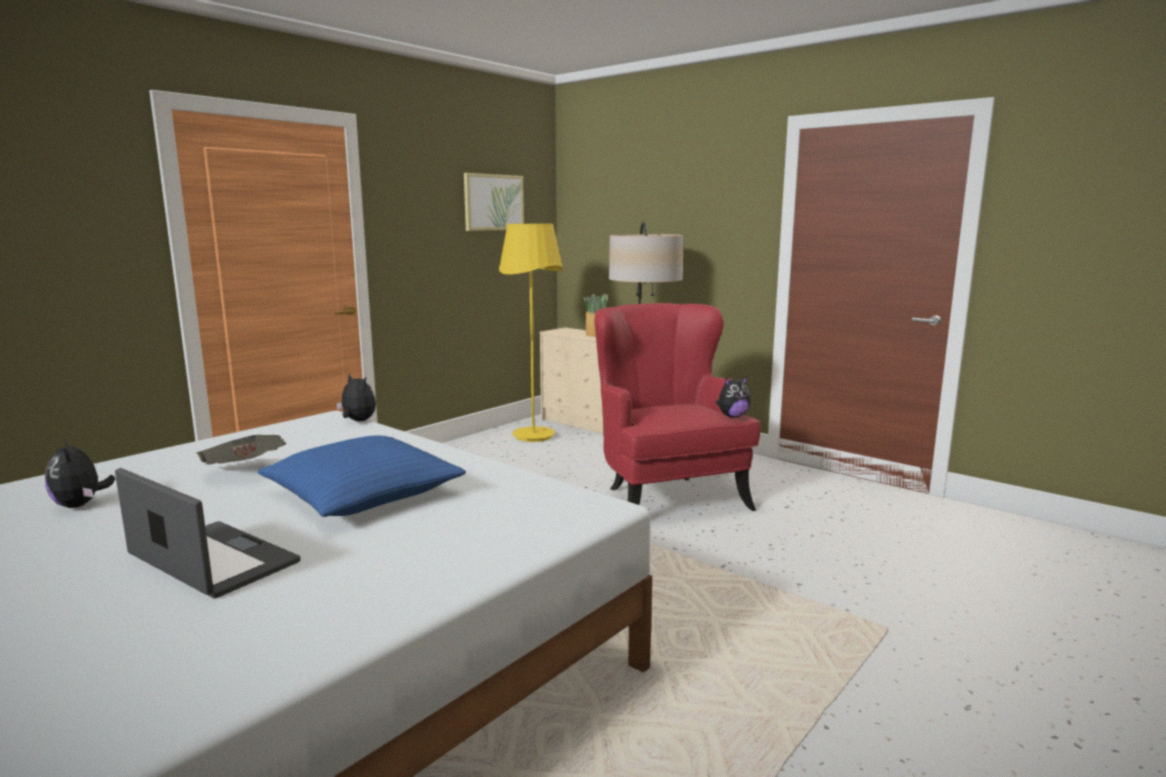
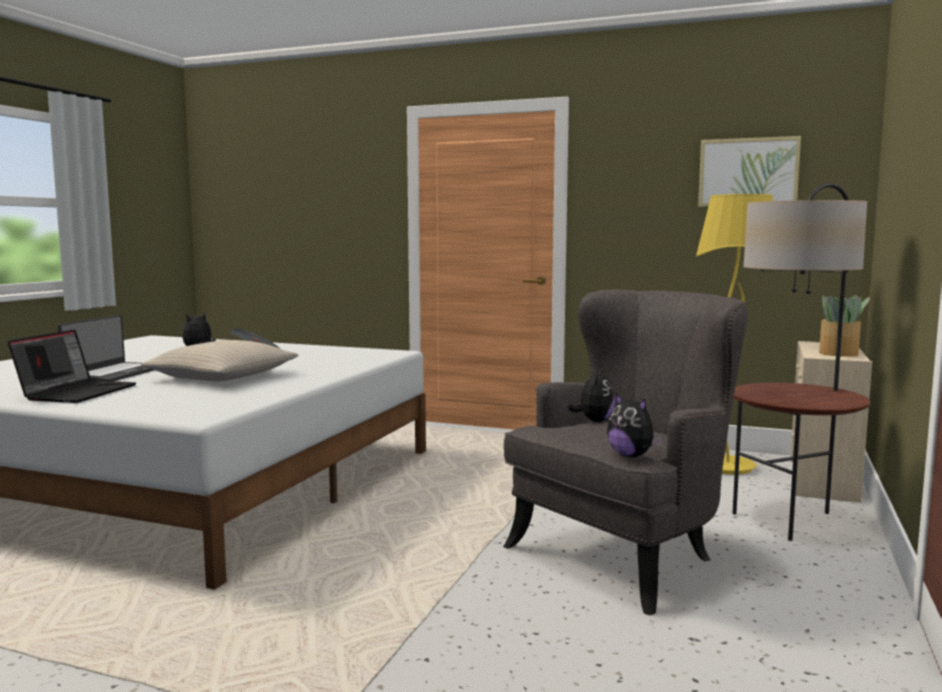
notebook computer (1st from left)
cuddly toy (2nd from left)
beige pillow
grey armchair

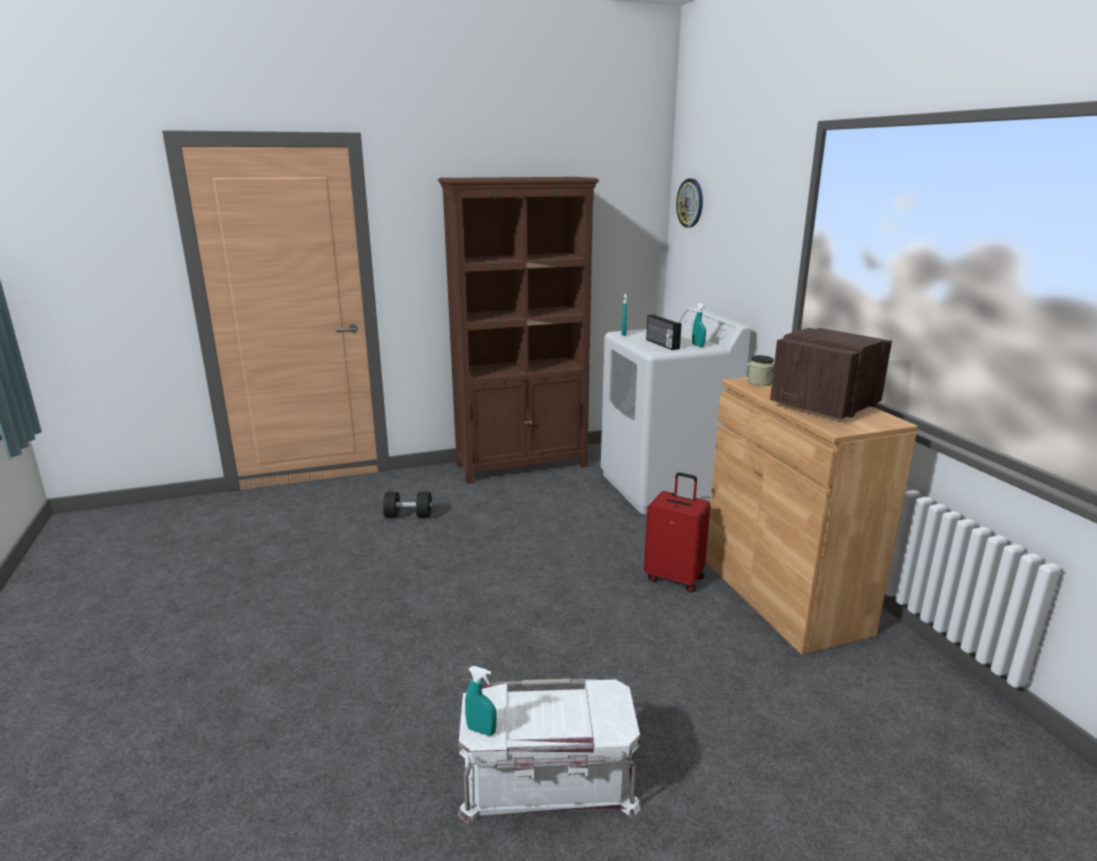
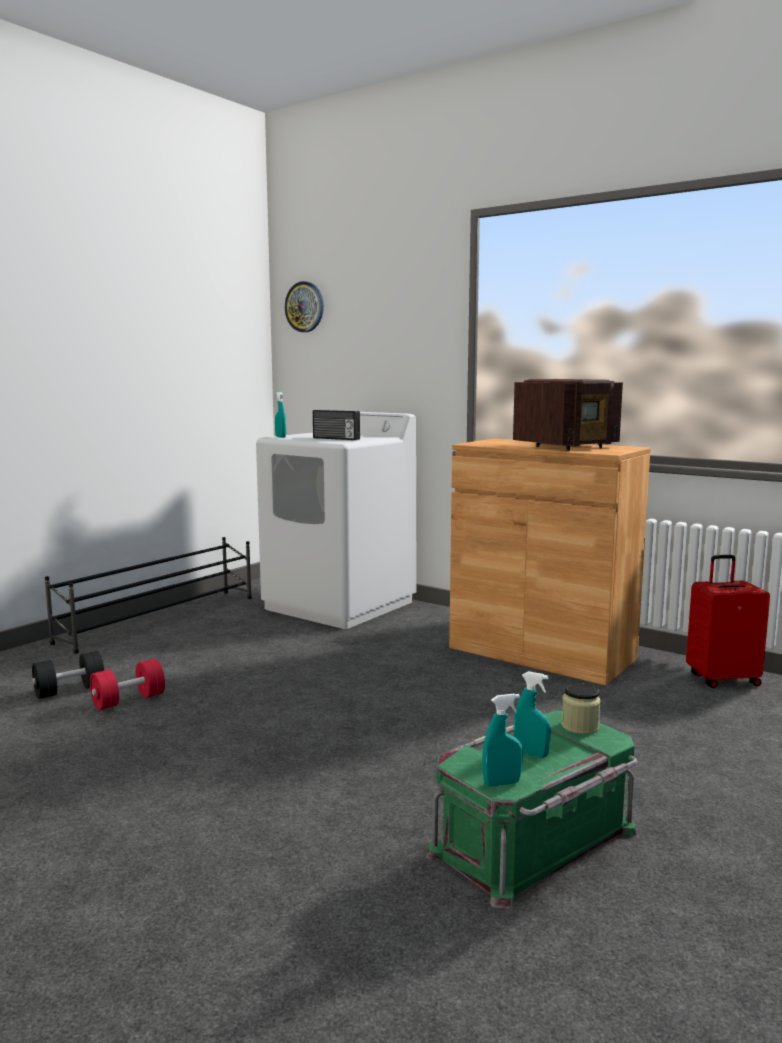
reddish free weight
reddish suitcase
blue-green spray bottle (3rd from left)
jar
blackish shoe rack
green storage box
radio receiver (2nd from left)

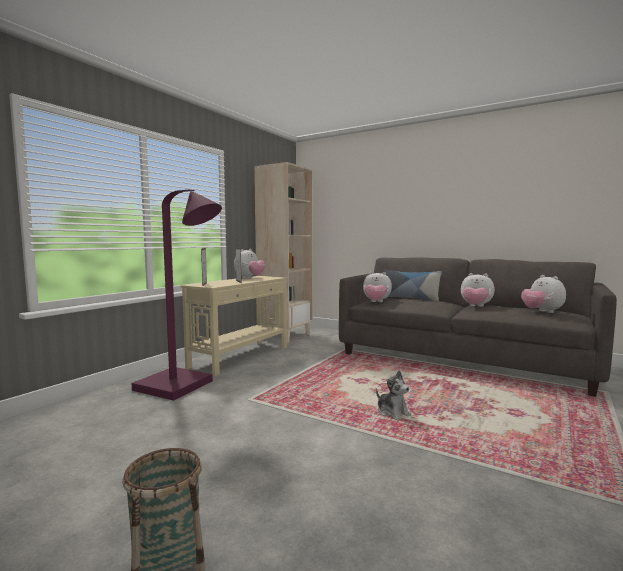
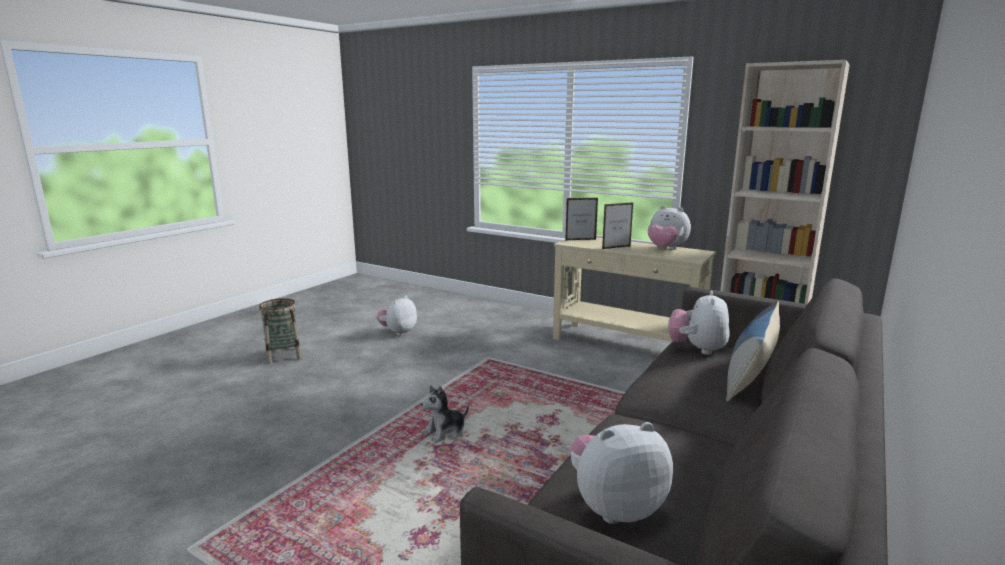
purple standing lamp
cuddly toy (1st from left)

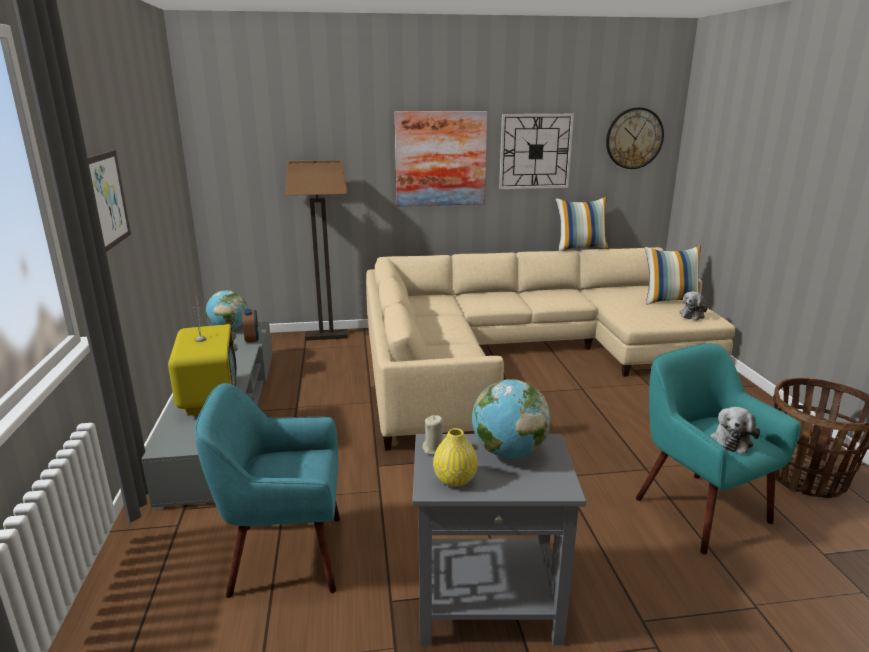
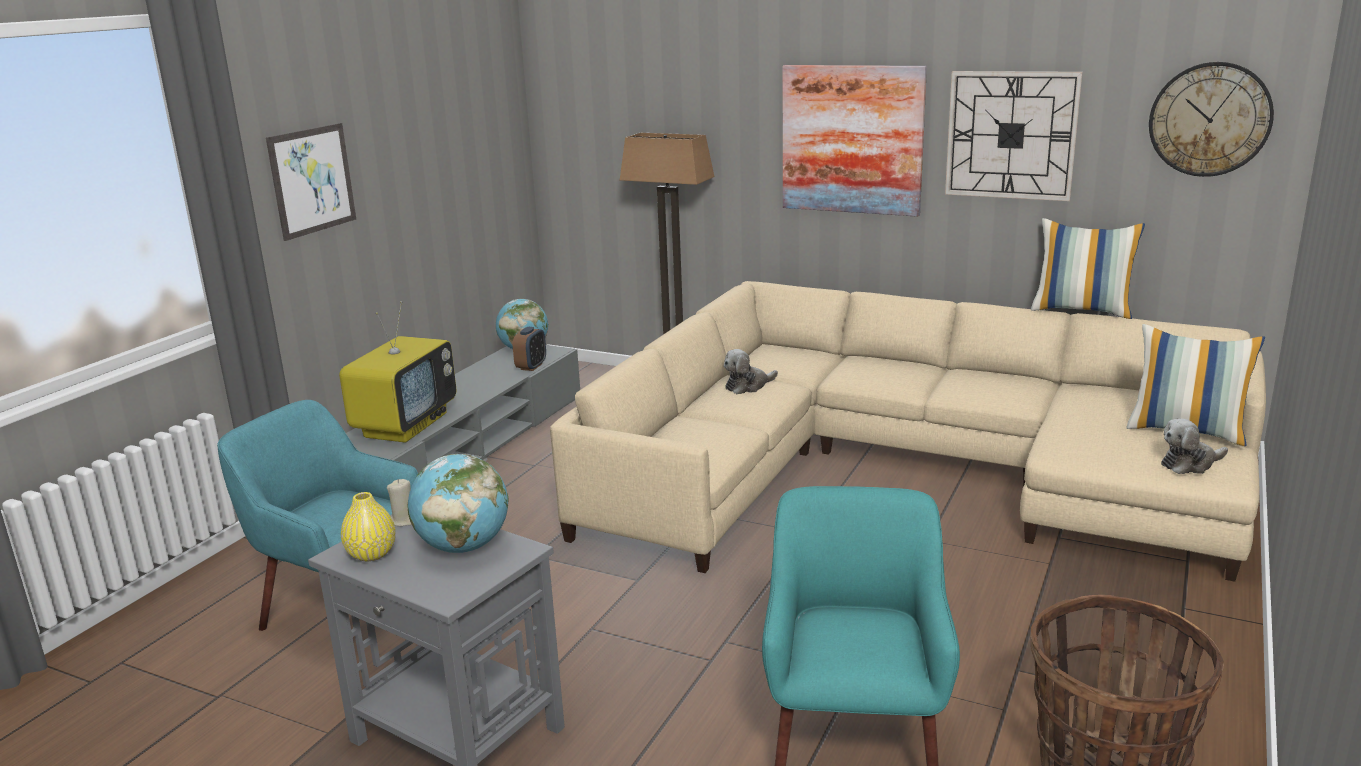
cuddly toy (1st from left)

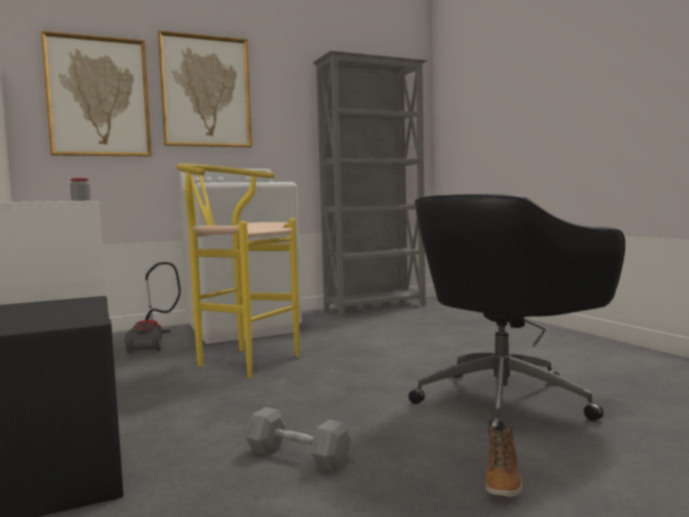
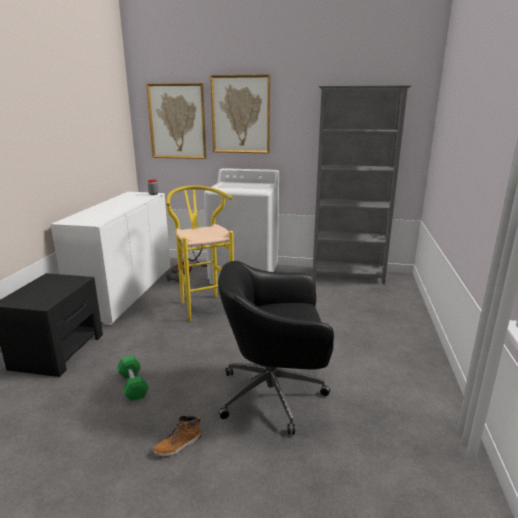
green free weight

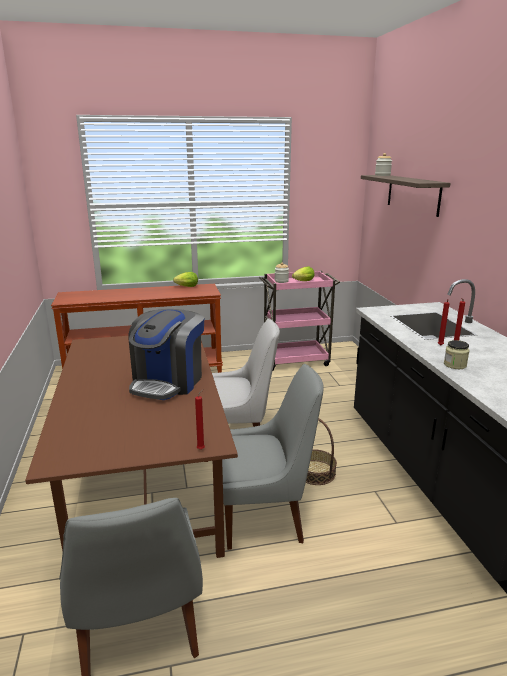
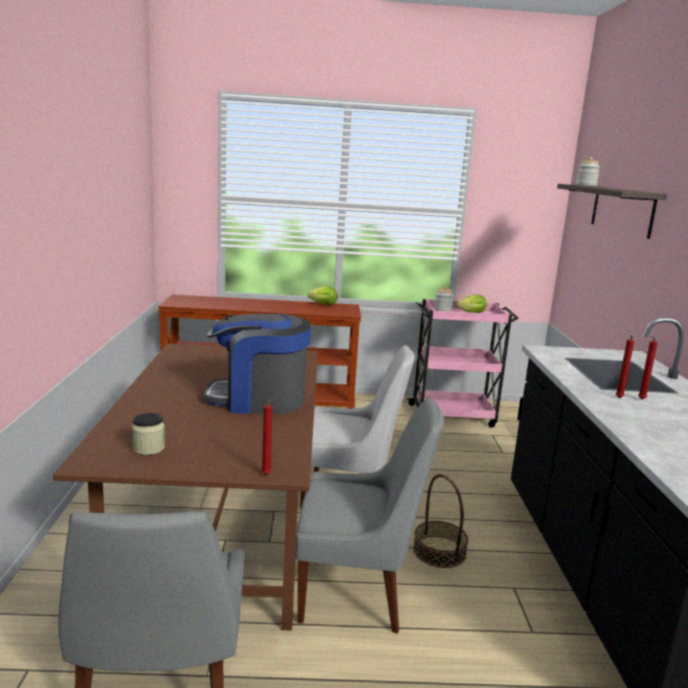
jar (1st from left)
coffee maker

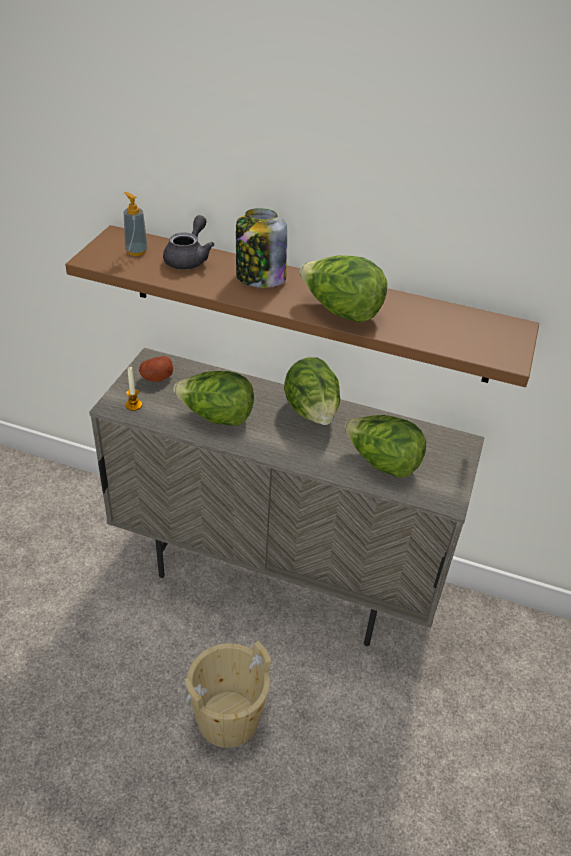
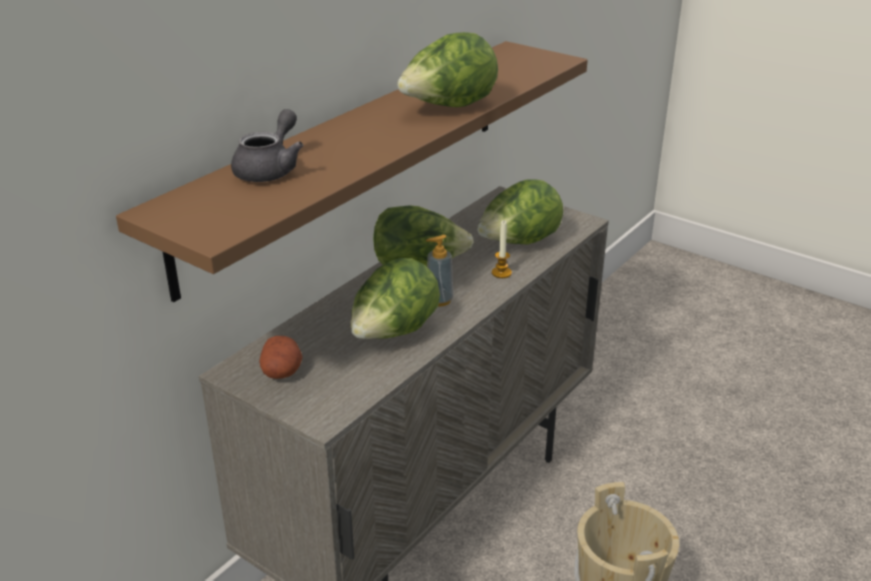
jar
liquid soap bottle
wax candle
grey tea pot

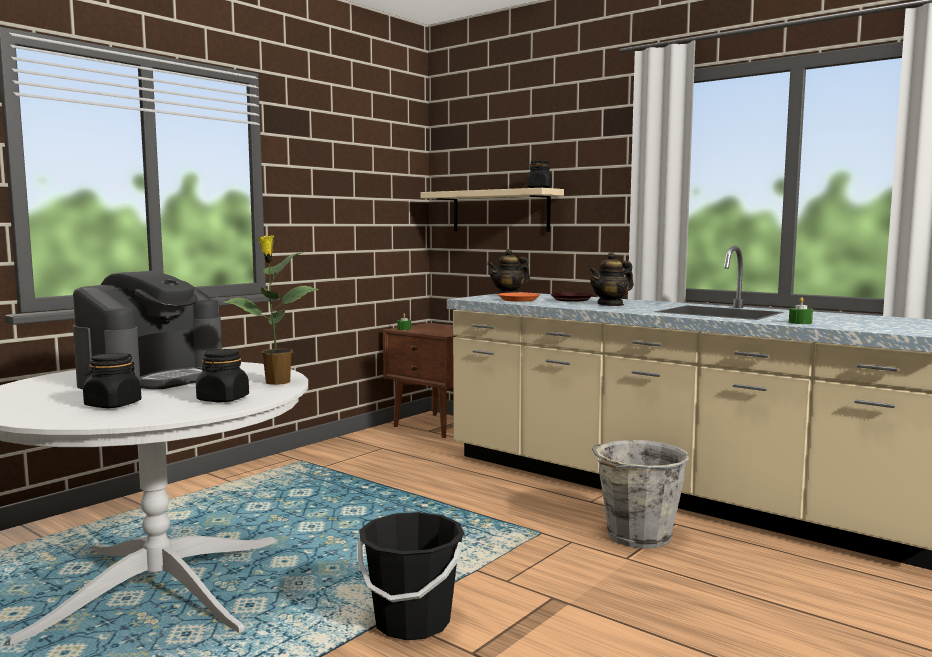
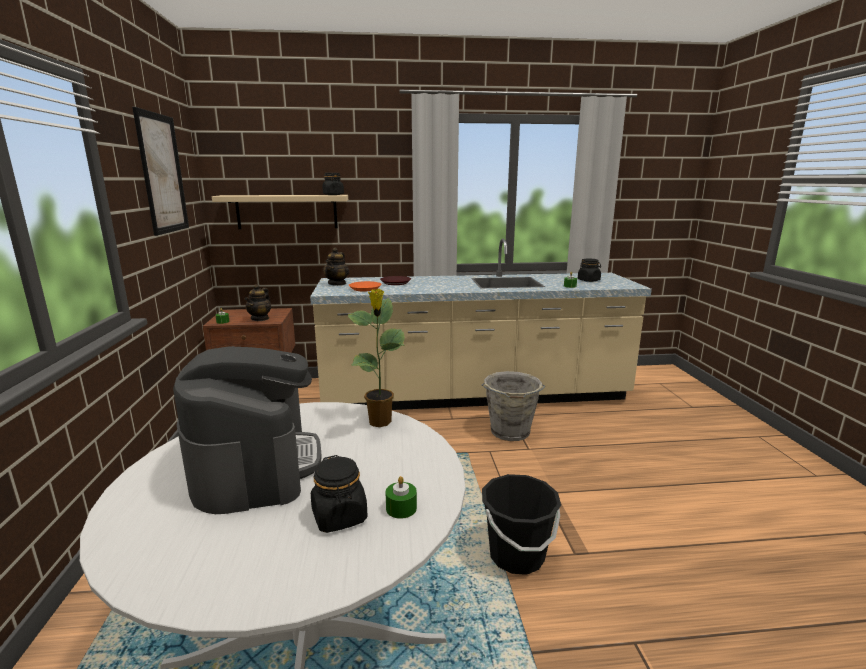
picture
green wax candle (2nd from left)
blackish jar (3rd from left)
tea pot (1st from left)

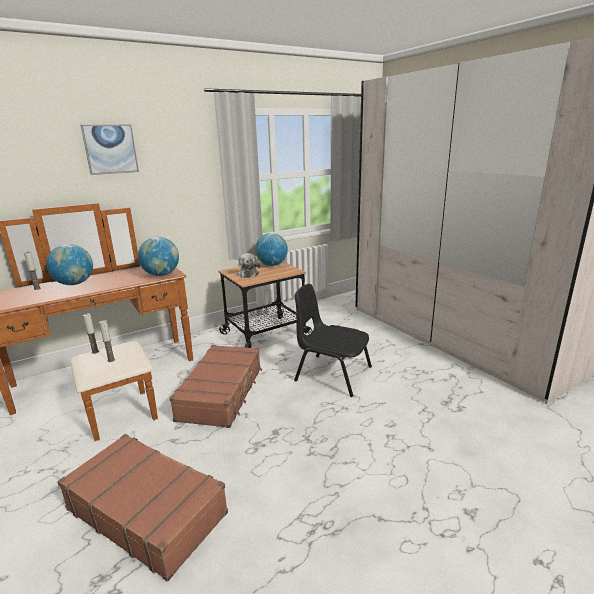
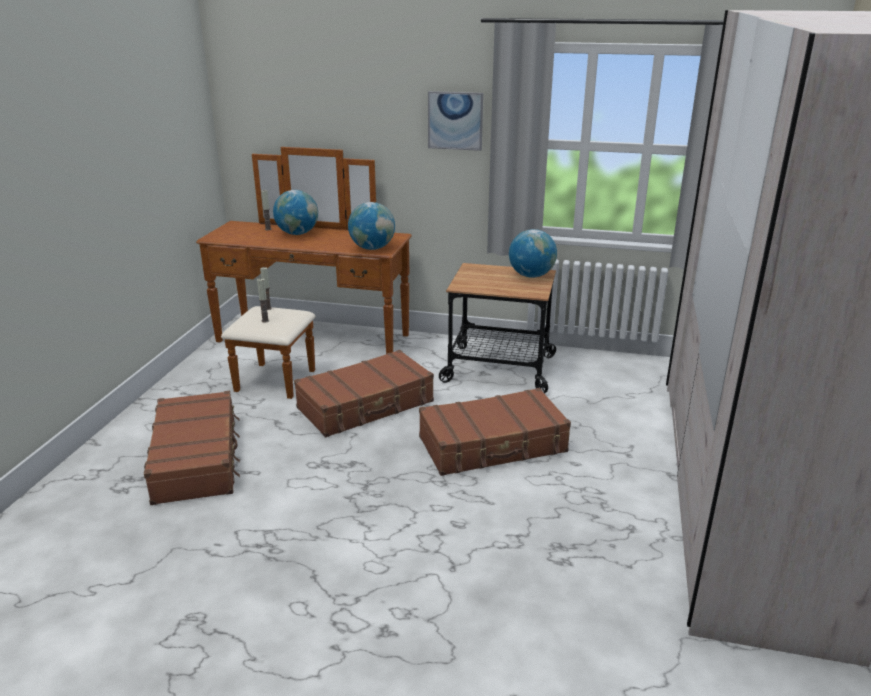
cuddly toy
picture
brownish suitcase (3rd from left)

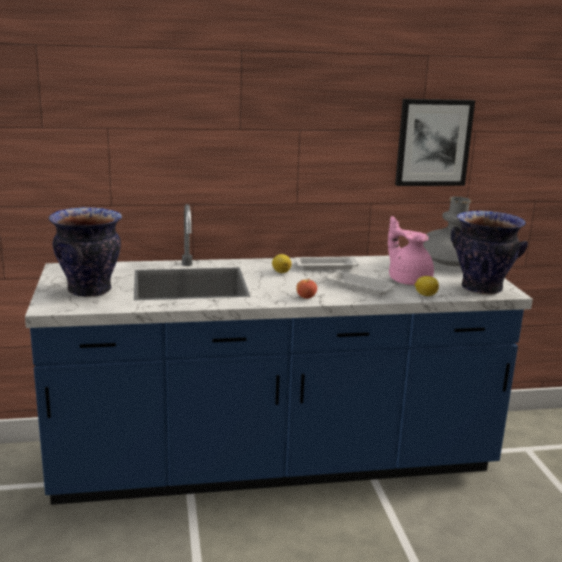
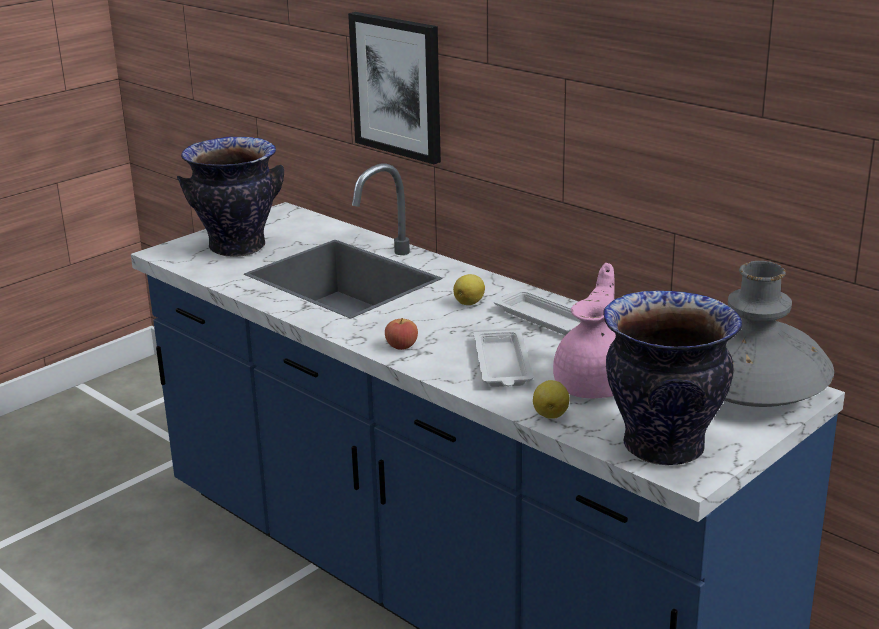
picture

